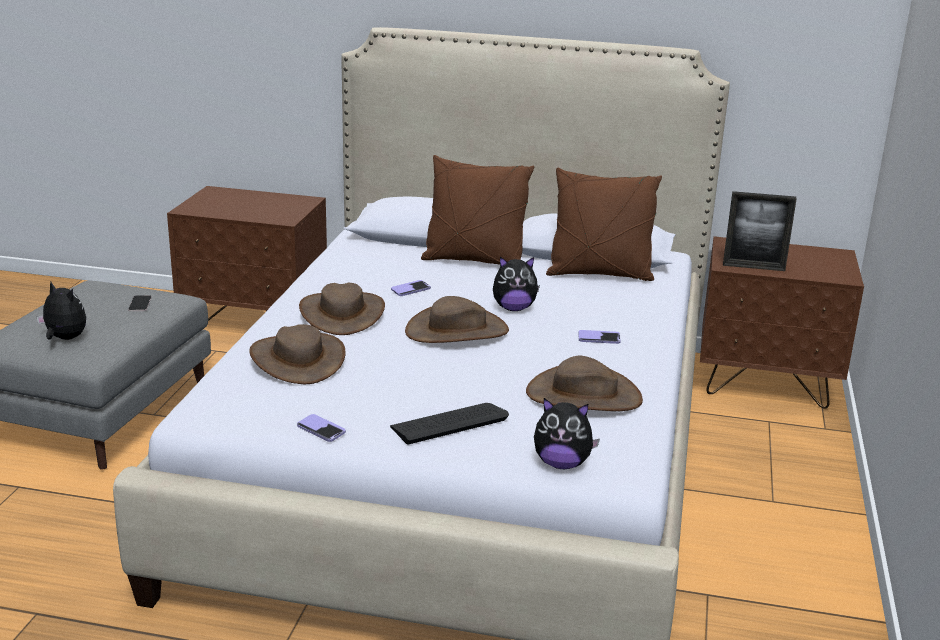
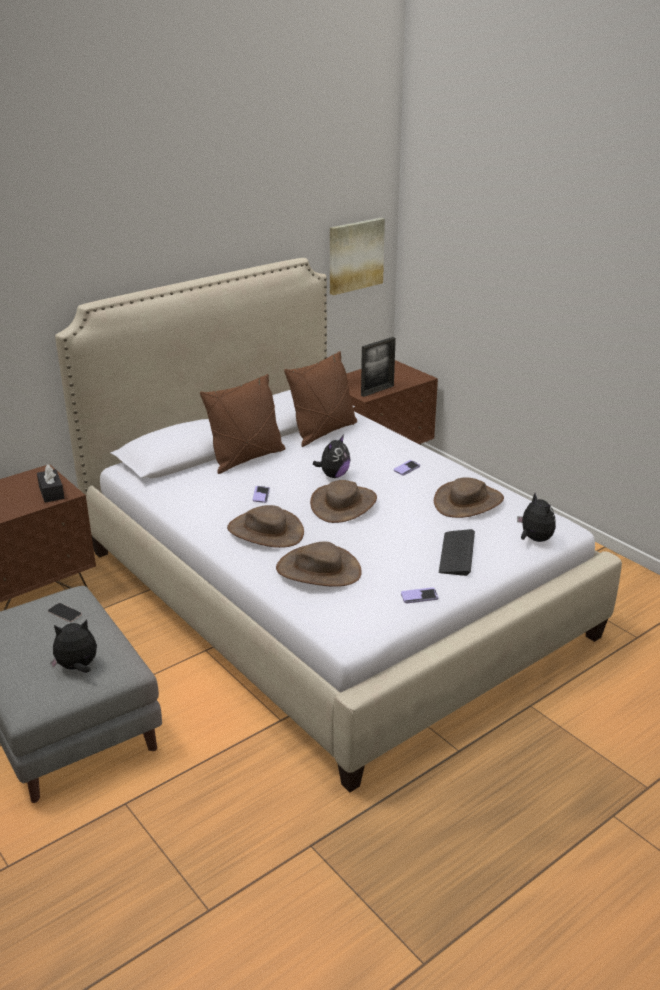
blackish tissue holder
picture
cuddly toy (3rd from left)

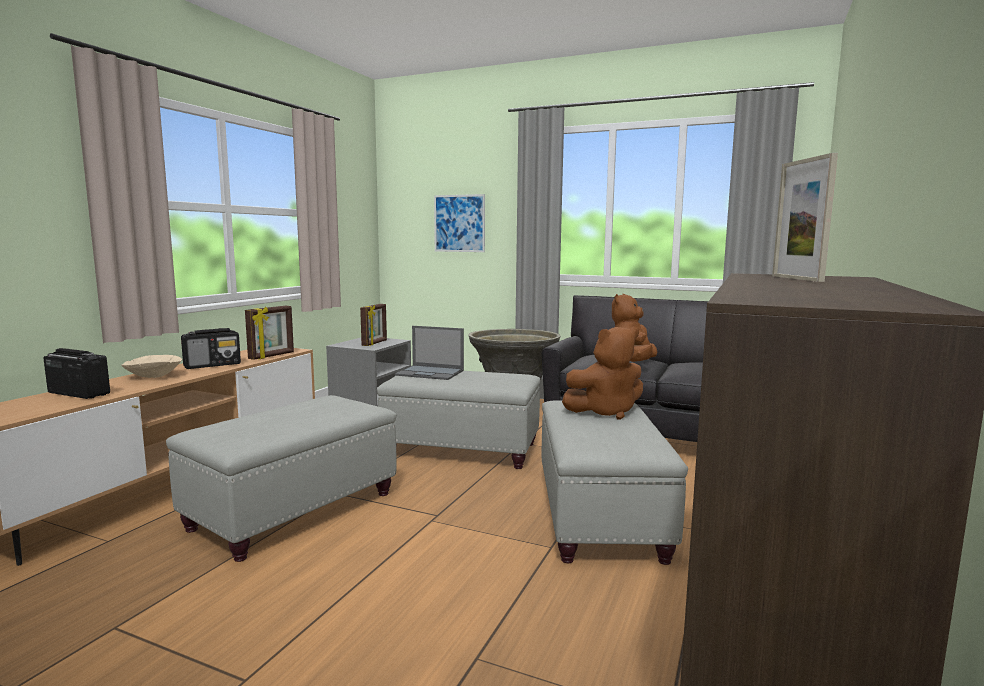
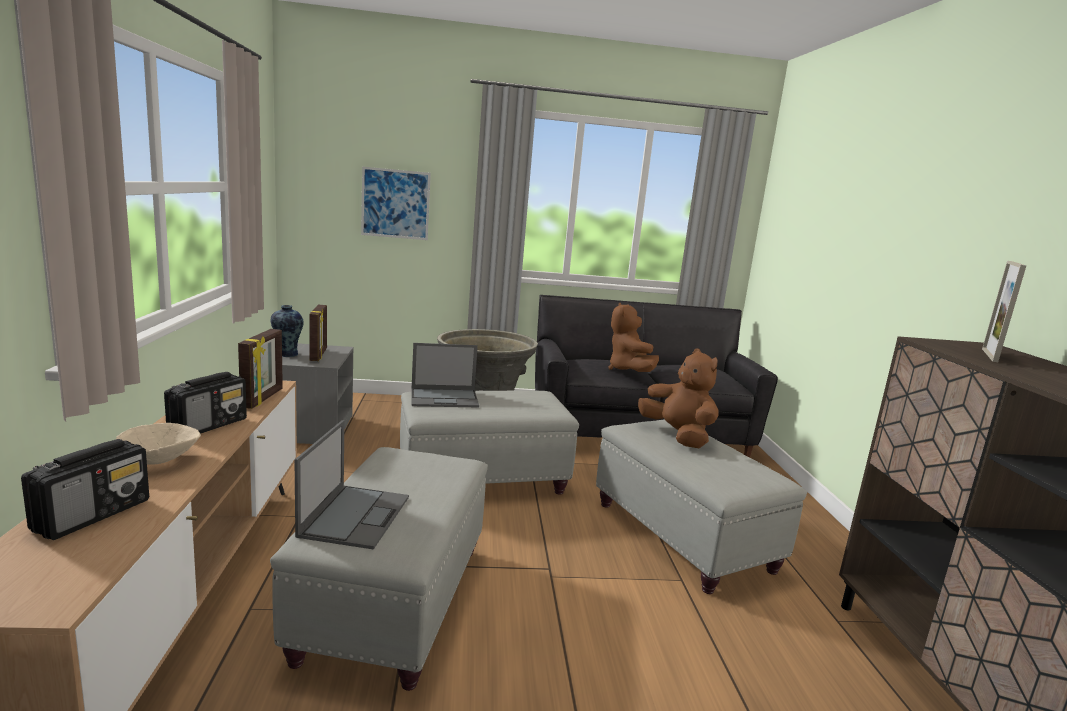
decorative vase
notebook computer (1st from left)
radio receiver (1st from left)
brownish cuddly toy (2nd from left)
picture frame (3rd from left)

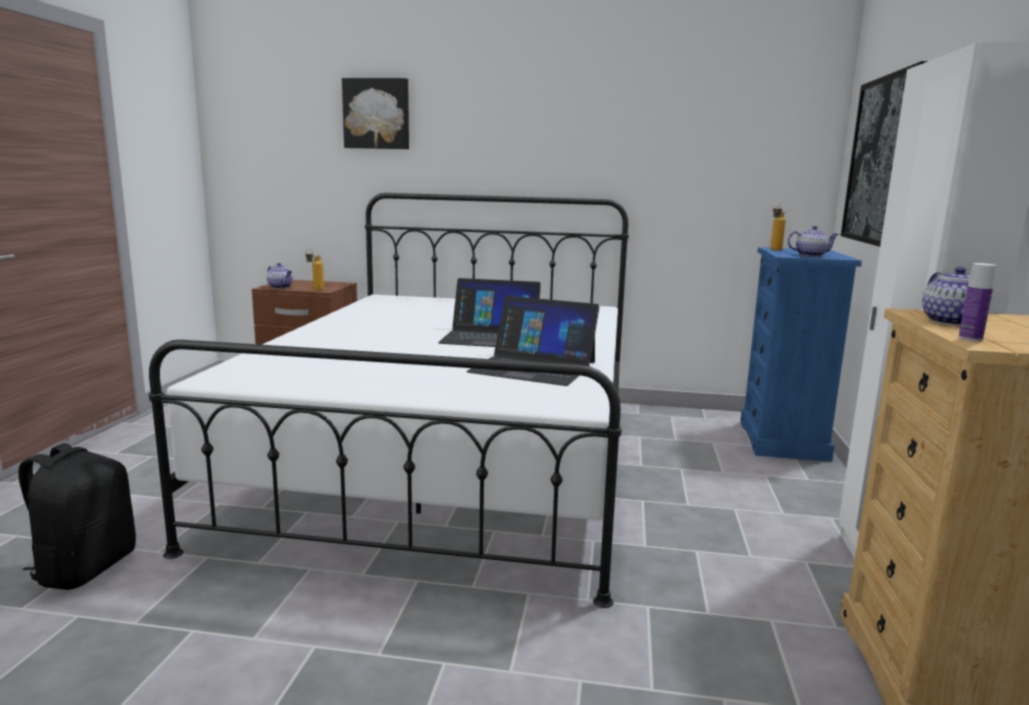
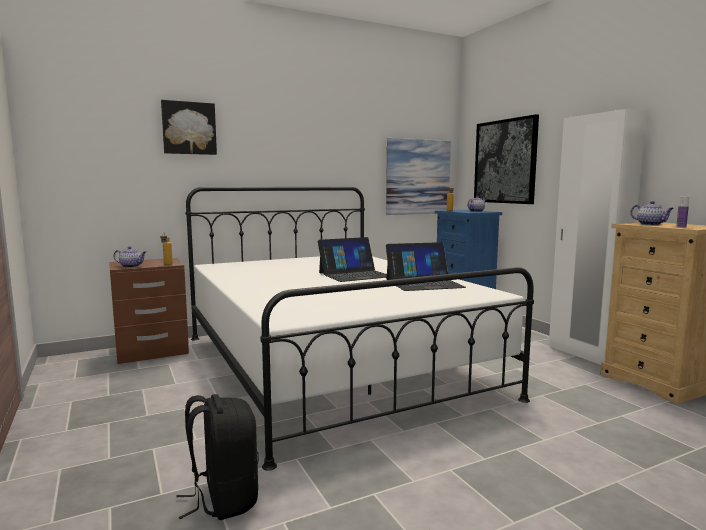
picture (2nd from left)

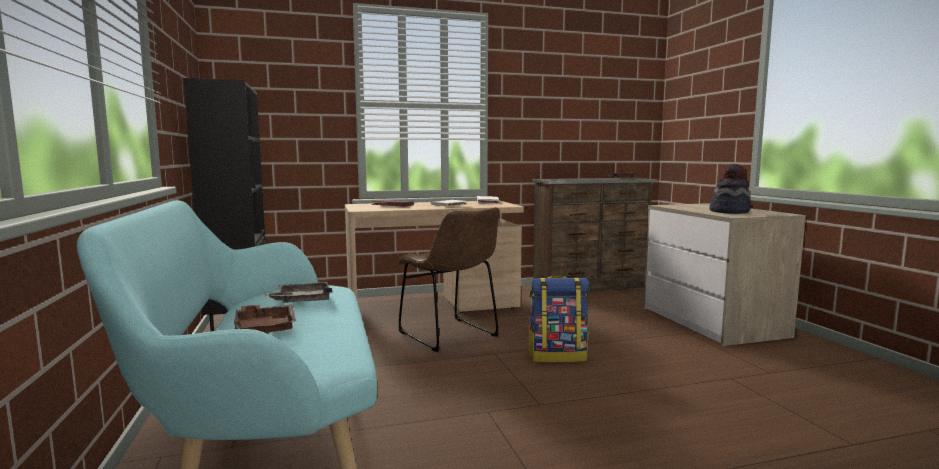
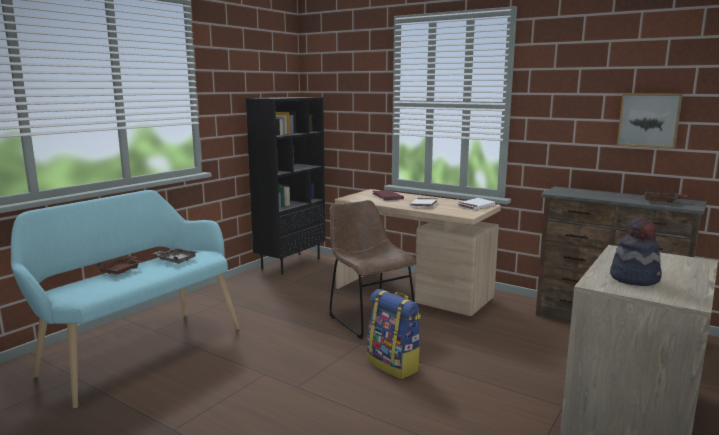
picture
brownish chair

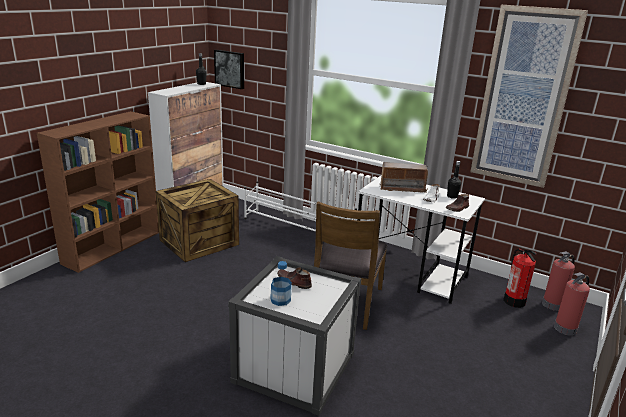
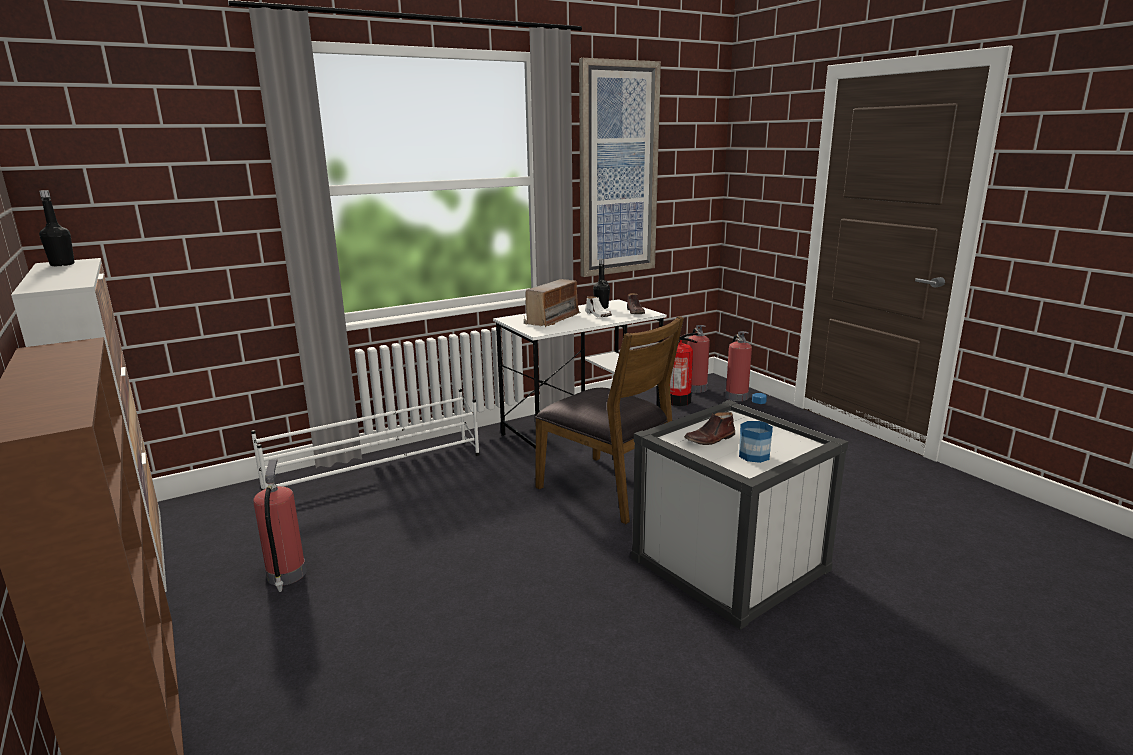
picture (1st from left in the first image)
fire-fighting cylinder (1st from left)

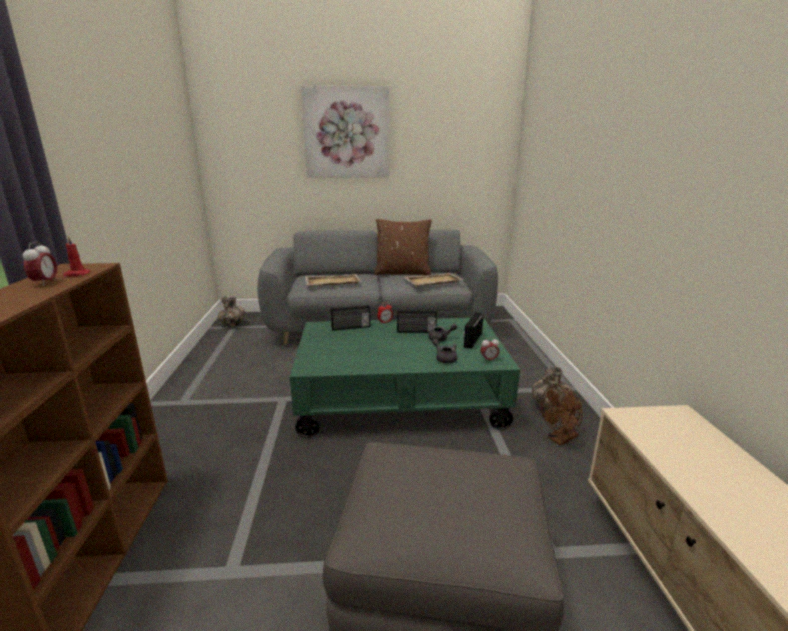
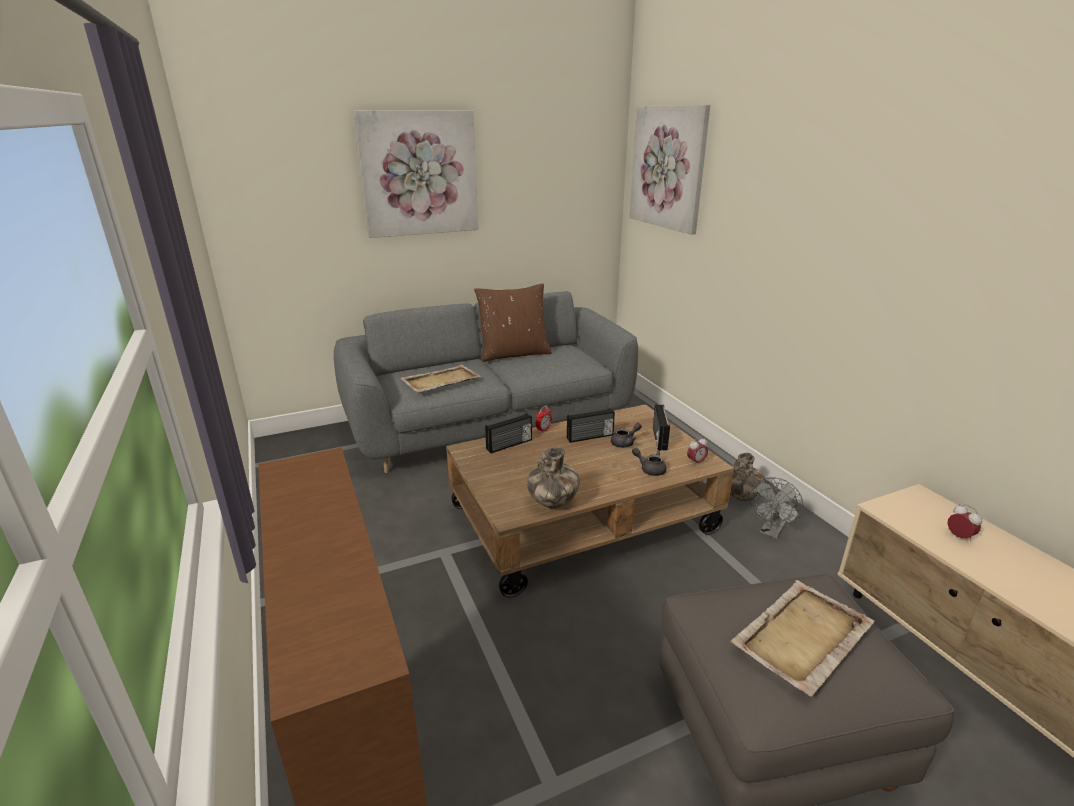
reddish wax candle
picture (2nd from left)
table clock (3rd from left)
decorative vase (1st from left)
beige serving tray (2nd from left)
brownish lounge table
grey fan

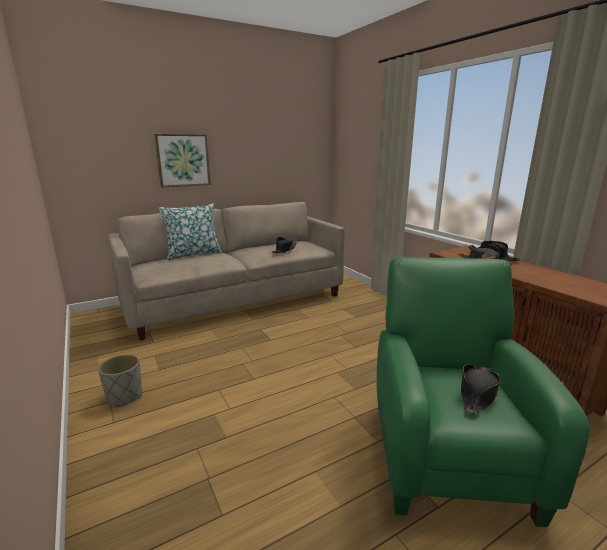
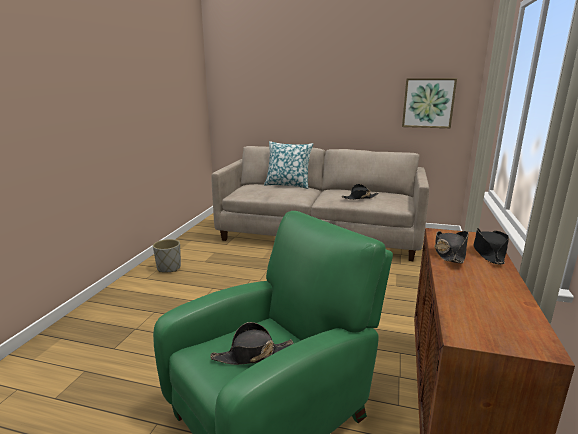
picture

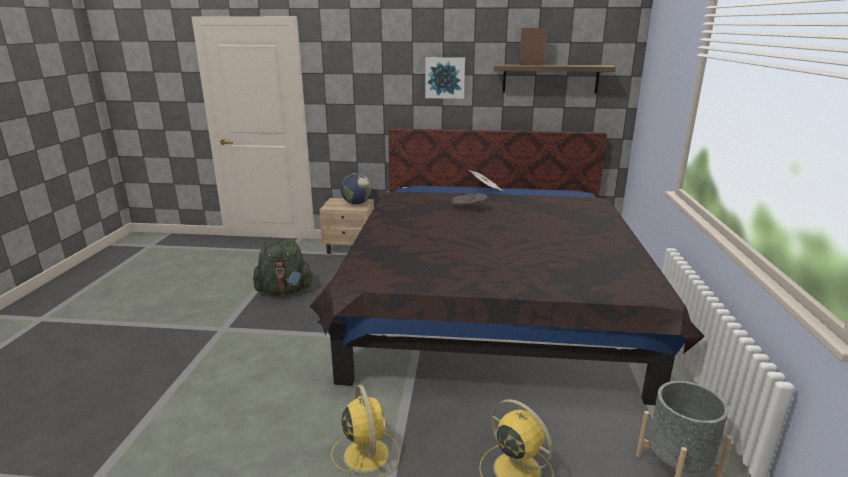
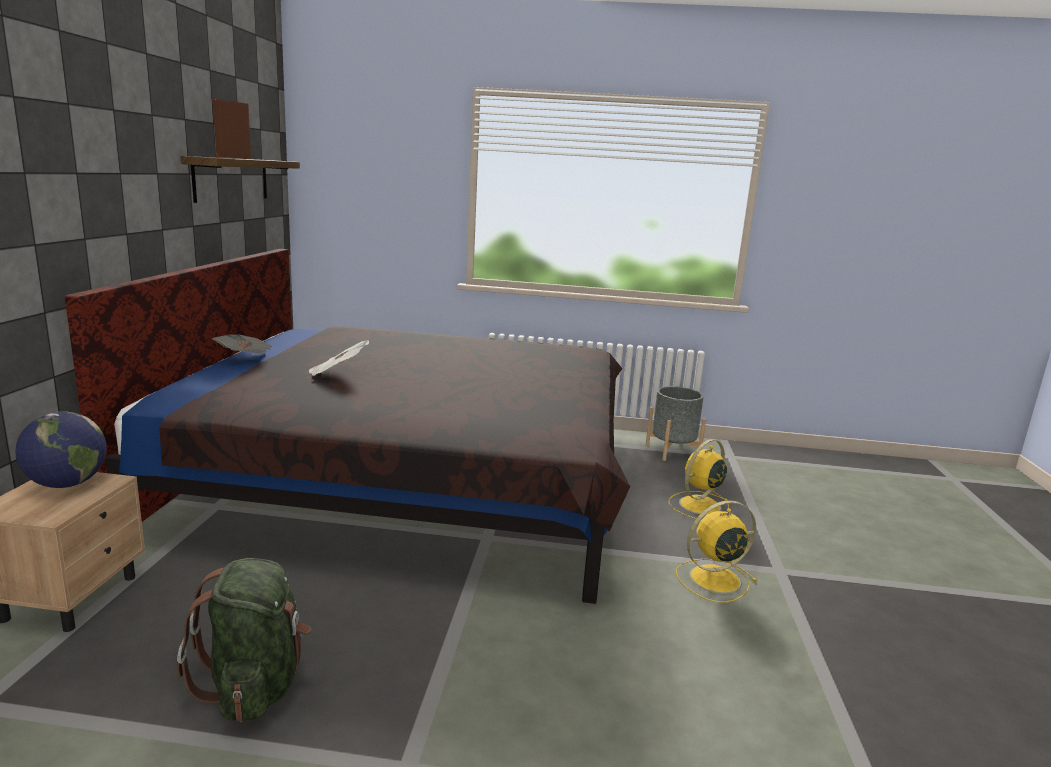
picture

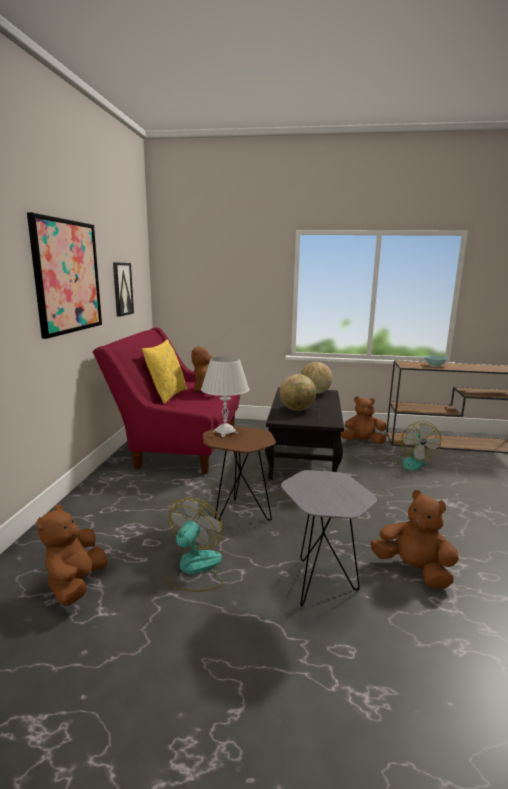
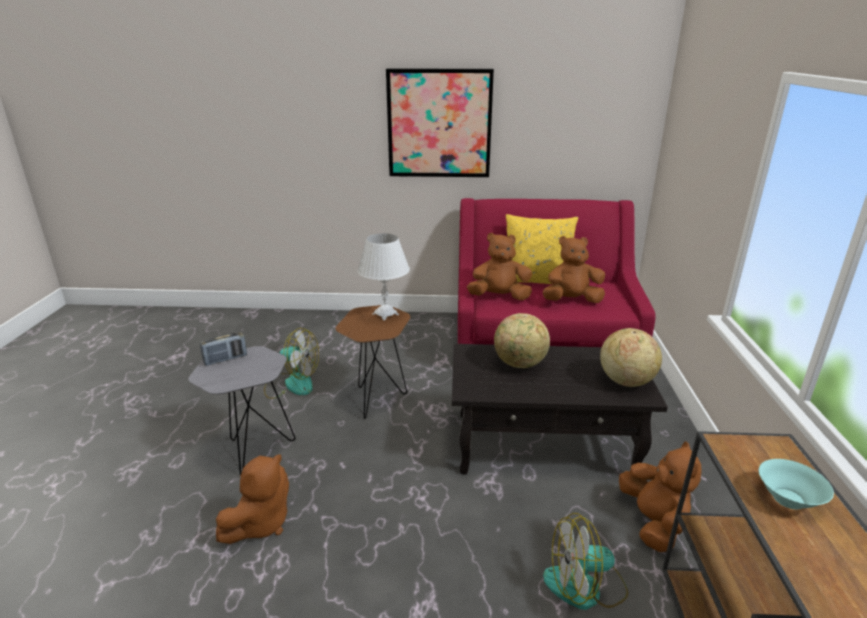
picture (2nd from left in the first image)
radio receiver
brownish cuddly toy (2nd from left)

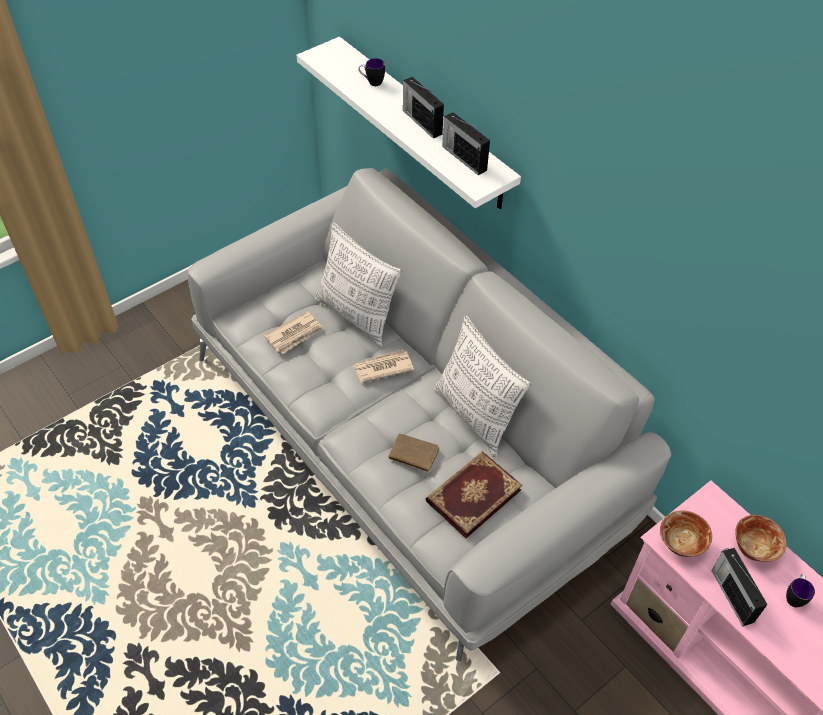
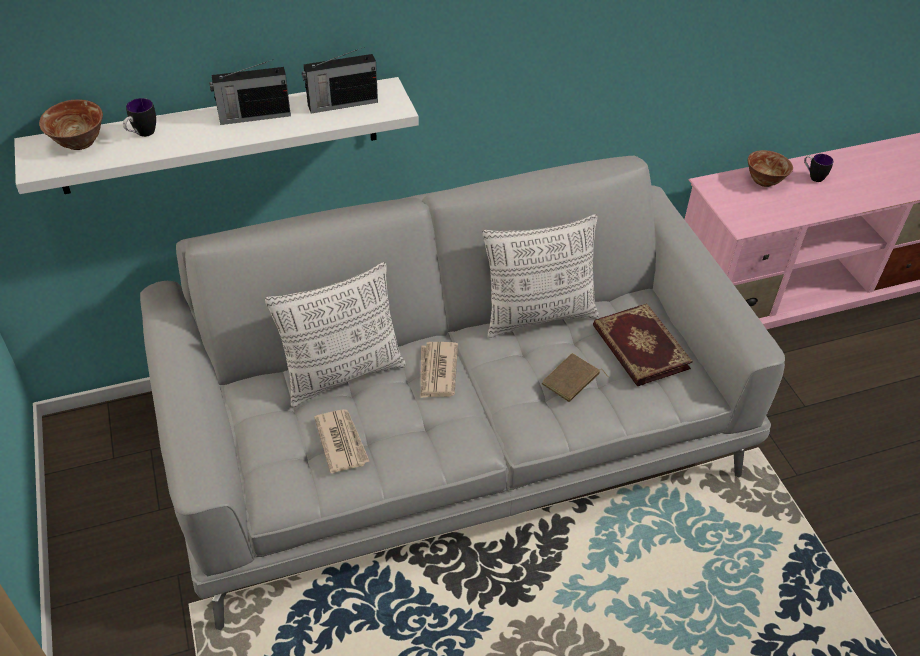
radio receiver (3rd from left in the first image)
deep dish (1st from left)

